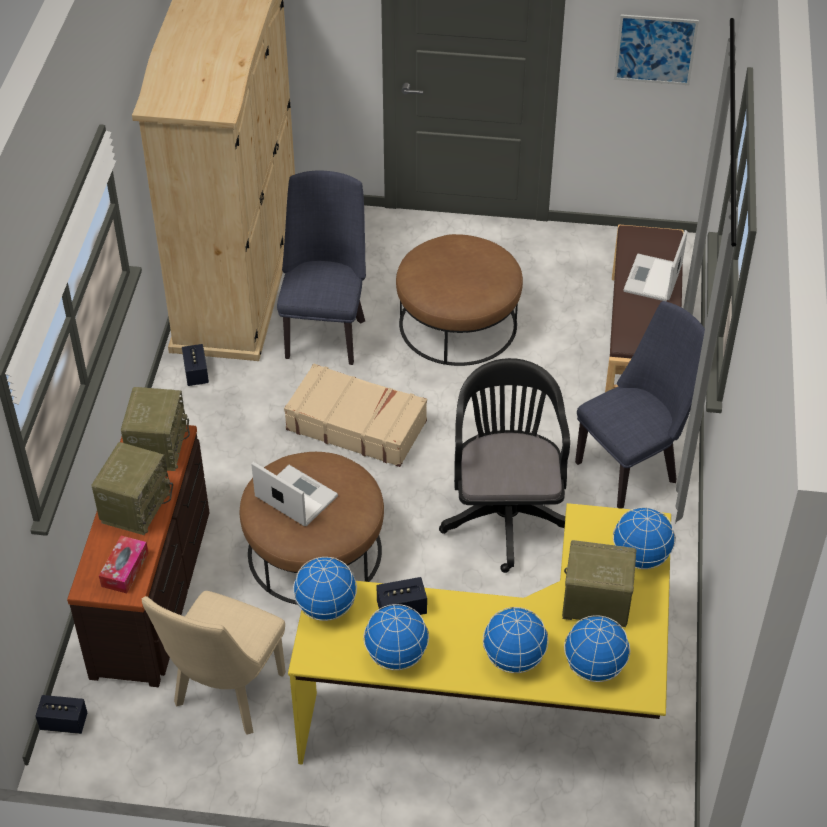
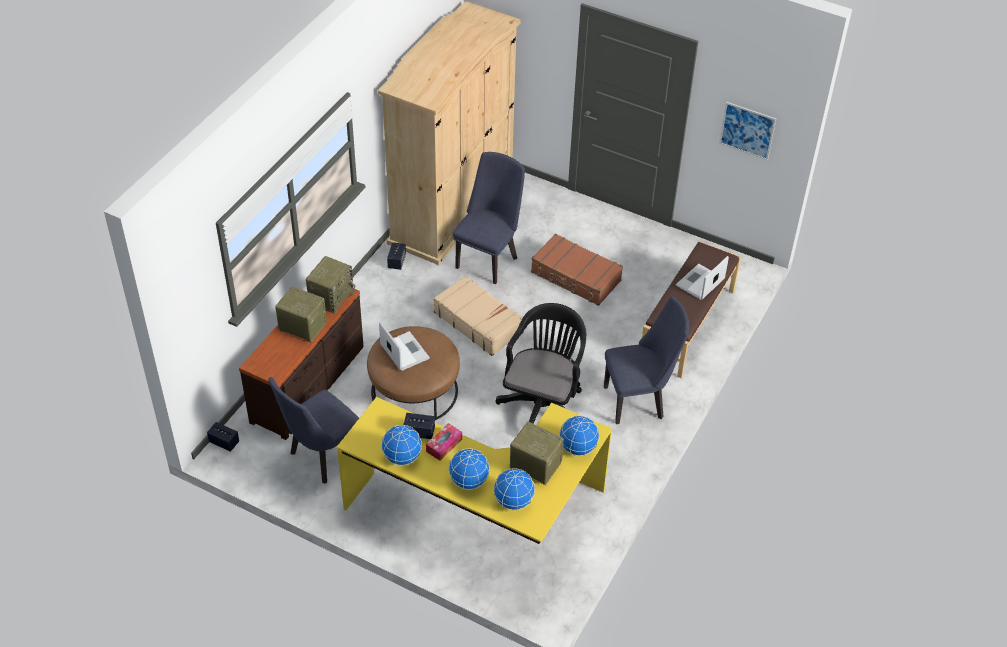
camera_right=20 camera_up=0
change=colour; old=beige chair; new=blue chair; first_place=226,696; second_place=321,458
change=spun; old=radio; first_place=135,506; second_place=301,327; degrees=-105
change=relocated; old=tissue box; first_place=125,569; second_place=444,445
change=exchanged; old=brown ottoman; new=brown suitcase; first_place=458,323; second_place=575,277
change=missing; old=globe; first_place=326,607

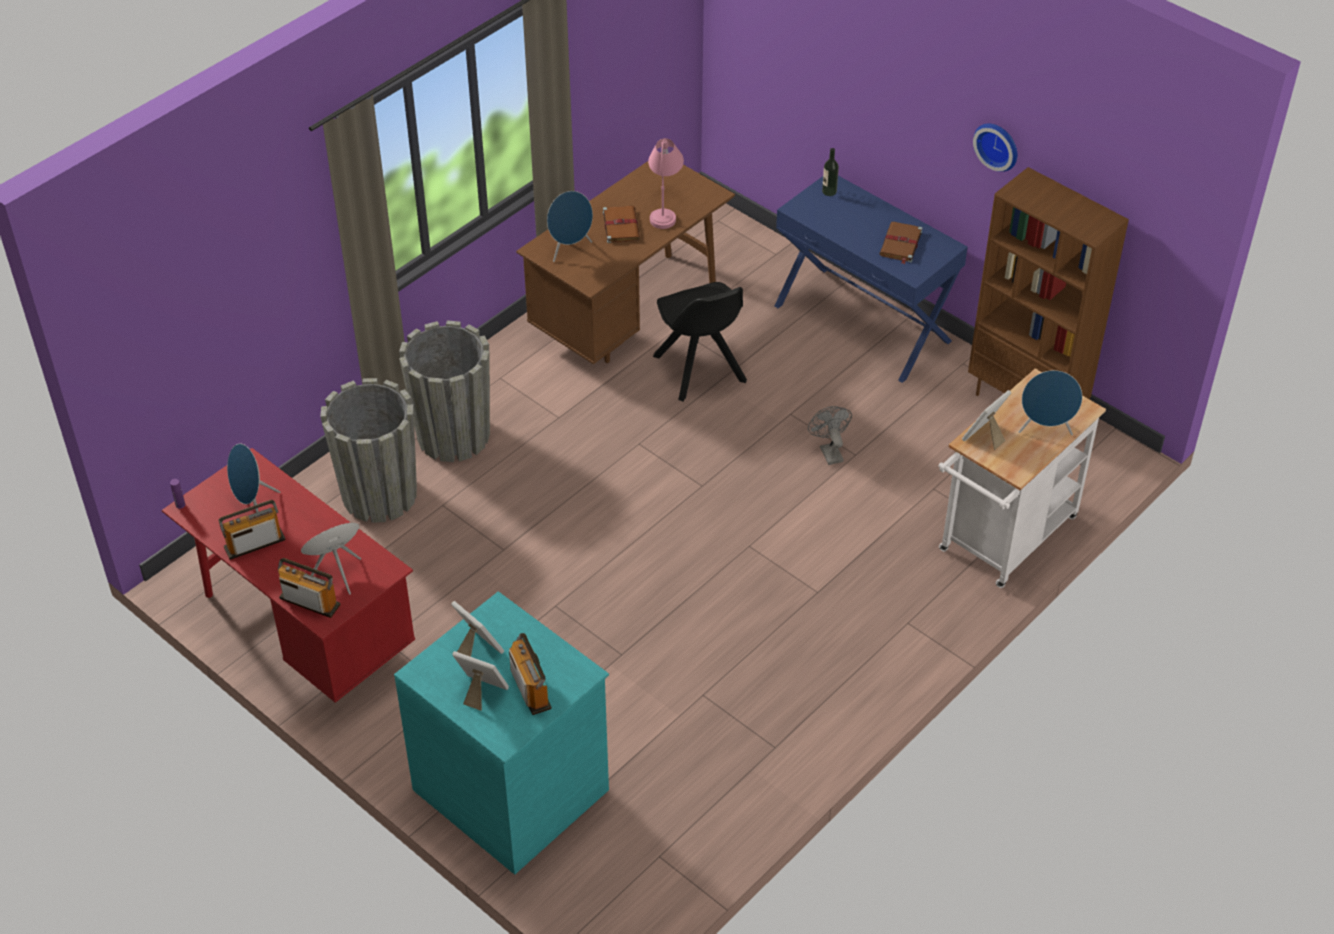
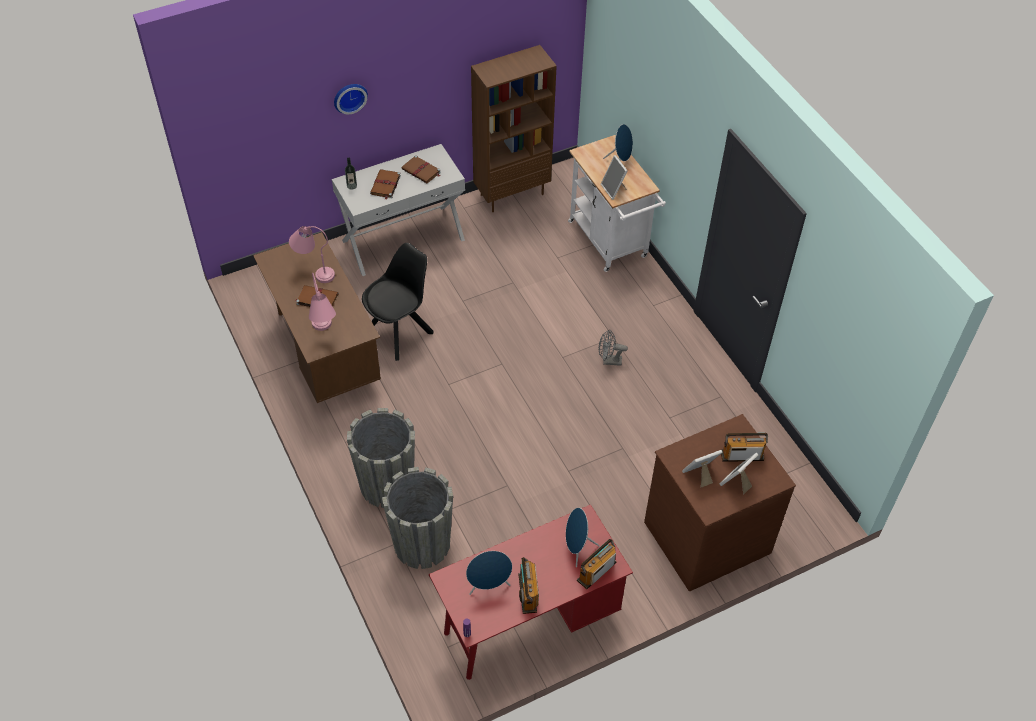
camera_right=-70 camera_up=5
change=exchanged; old=blue speaker; new=pink table lamp; first_place=569,249; second_place=324,333
change=colour; old=blue console table; new=white console table; first_place=863,323; second_place=403,239
change=relocated; old=wall clock; first_place=998,145; second_place=349,97
change=spun; old=black chair; first_place=700,370; second_place=400,332; degrees=-45
change=appeared; new=brown book; second_place=385,185
change=relocated; old=grey fan; first_place=829,451; second_place=609,361
change=colour; old=turquoise dresser; new=brown dresser; first_place=513,788; second_place=706,535

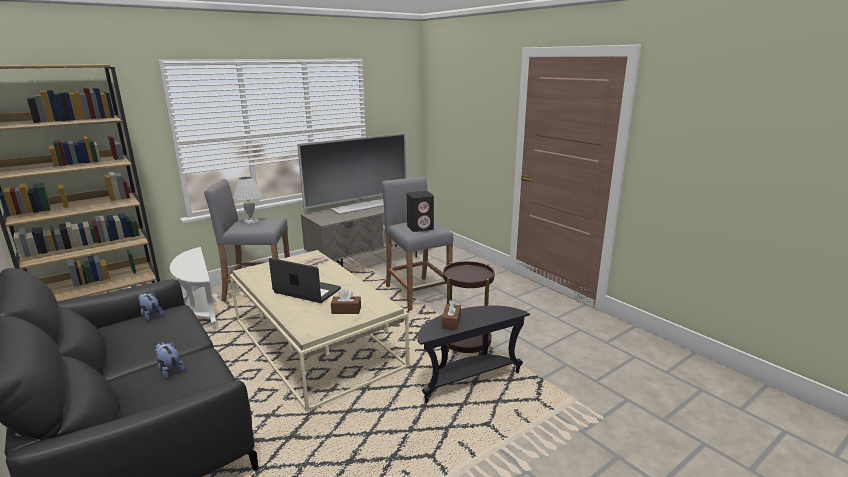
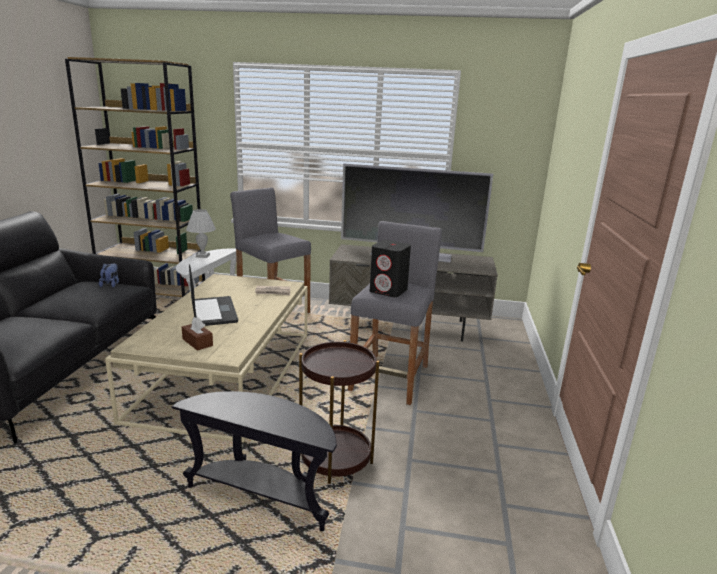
camera_right=45 camera_up=0
change=relocated; old=white table lamp; first_place=251,222; second_place=202,256
change=missing; old=plush toy; first_place=170,370
change=missing; old=brown tissue box; first_place=451,322

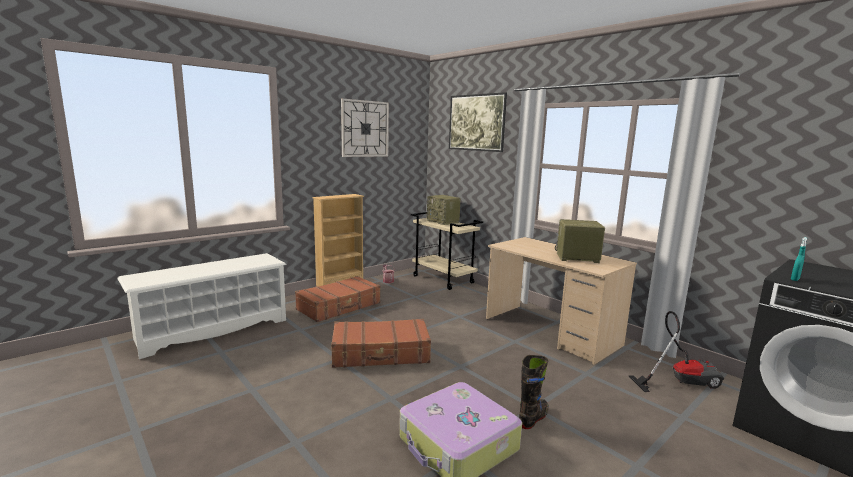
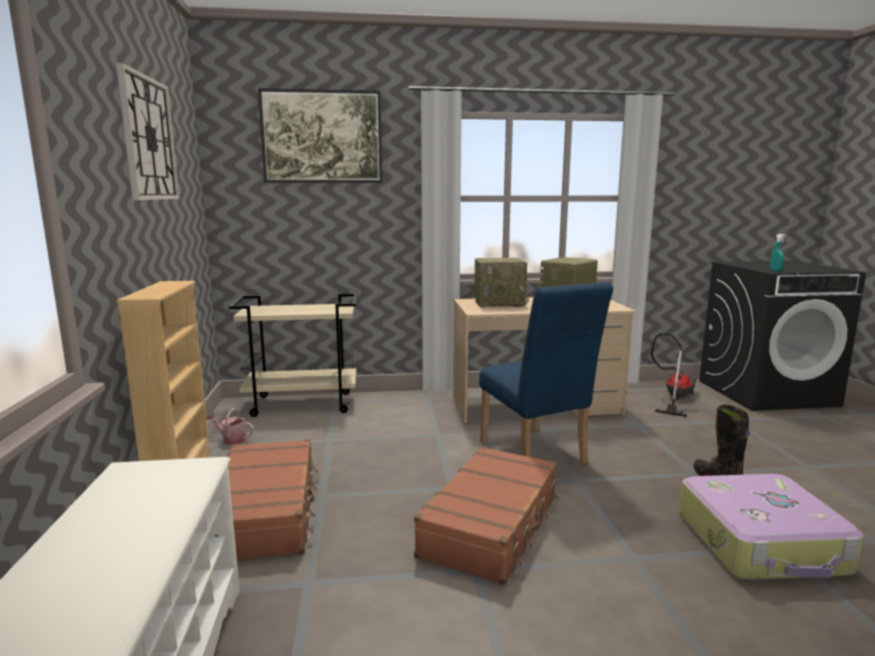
camera_right=-55 camera_up=0
change=relocated; old=radio; first_place=443,221; second_place=500,303
change=appeared; new=blue chair; second_place=536,455

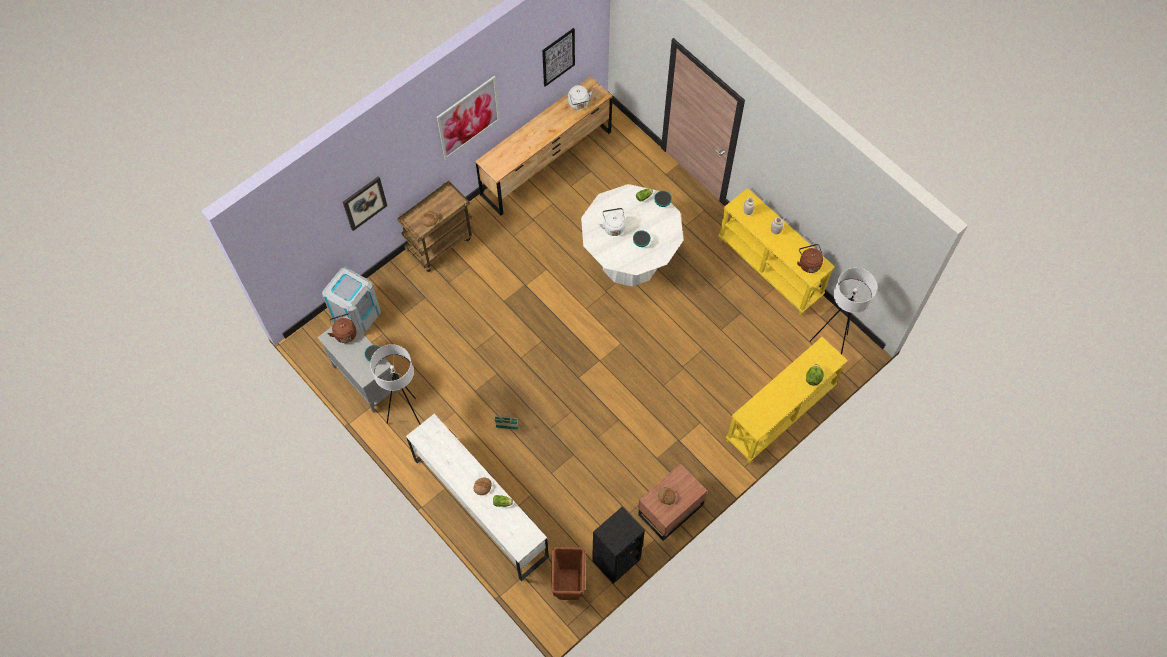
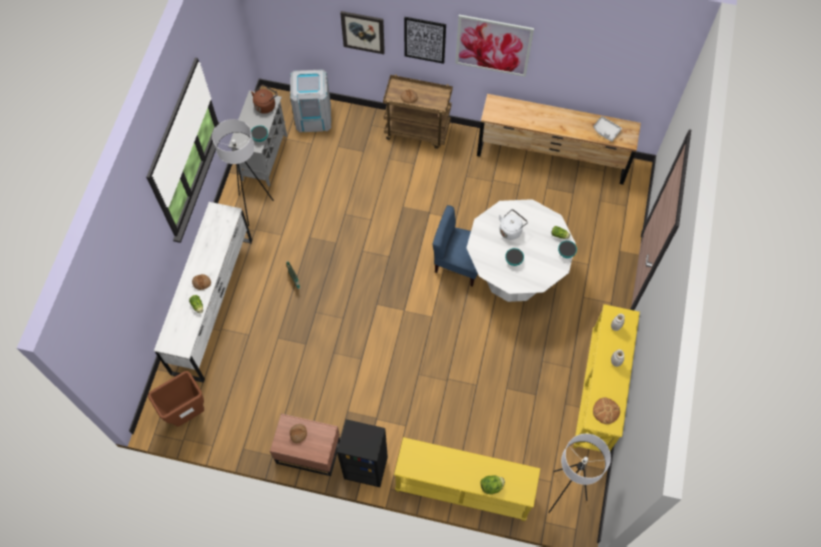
camera_right=55 camera_up=0
change=relocated; old=black bookcase; first_place=616,560; second_place=365,468
change=relocated; old=picture; first_place=558,57; second_place=424,40
change=appeared; new=blue chair; second_place=459,263
change=exchanged; old=white kettle; new=grey tray; first_place=579,103; second_place=606,131
change=exchanged; old=brown kettle; new=bread; first_place=808,263; second_place=606,411

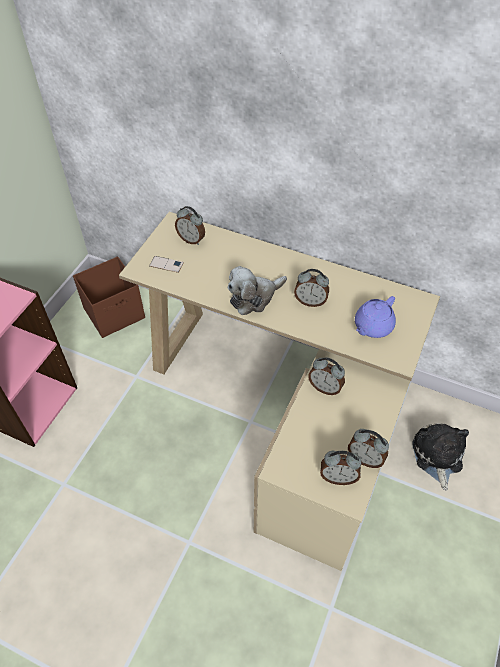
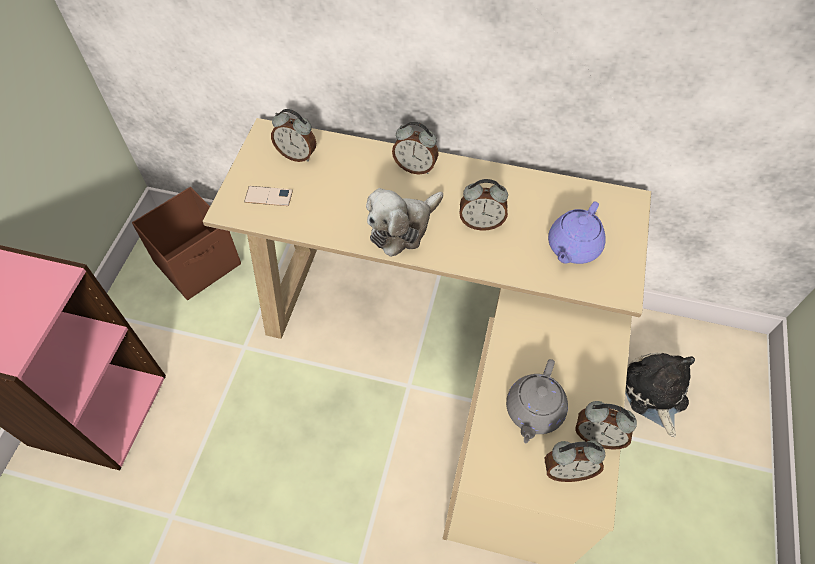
camera_right=-10 camera_up=5
change=relocated; old=alarm clock; first_place=325,387; second_place=415,167
change=appeared; new=grey teapot; second_place=533,411

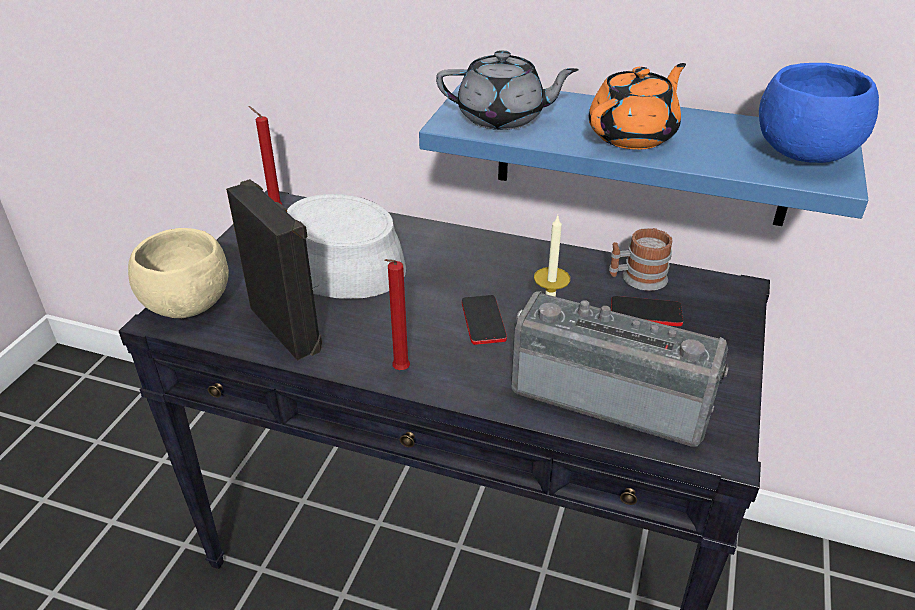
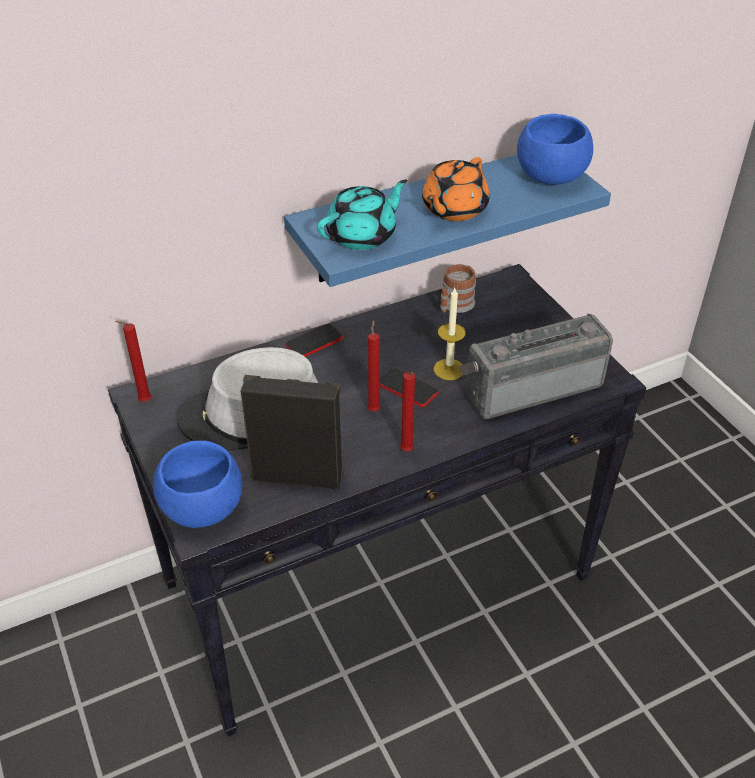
camera_right=-45 camera_up=5
change=colour; old=beige bowl; new=blue bowl; first_place=188,306; second_place=203,509
change=relocated; old=phone; first_place=645,313; second_place=314,342
change=colour; old=grey teapot; new=turquoise teapot; first_place=502,118; second_place=363,236
change=appeared; new=red candle; second_place=374,409
change=spun; old=orange teapot; first_place=633,135; second_place=453,209; degrees=-150

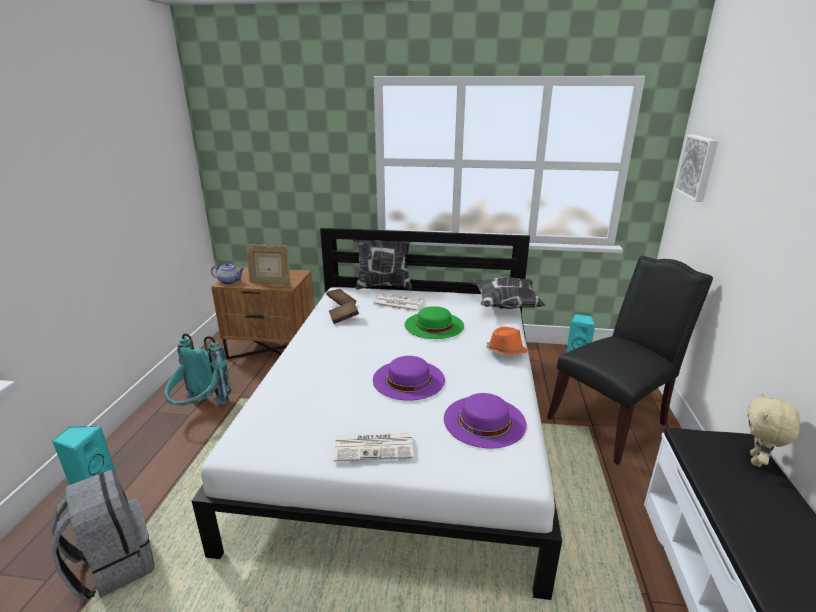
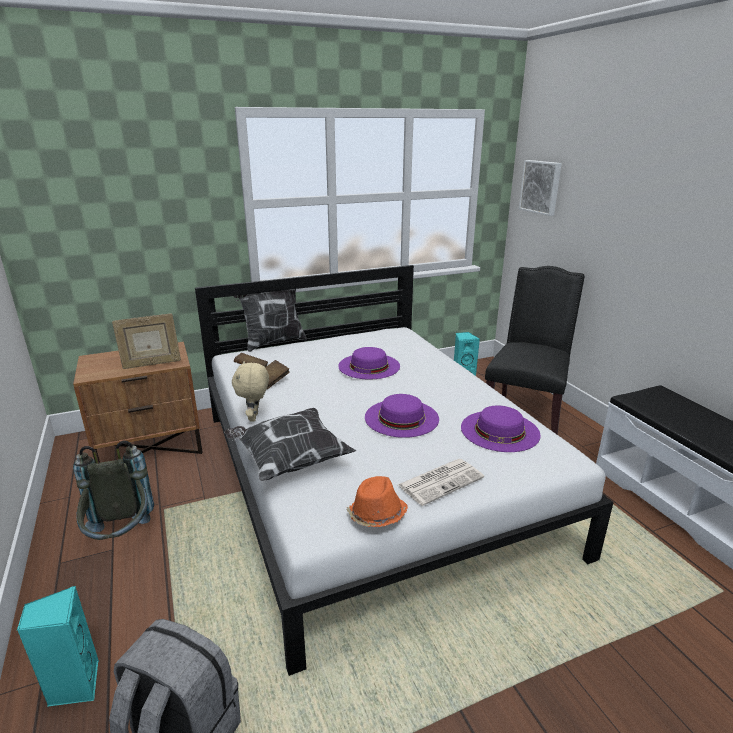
camera_right=-30 camera_up=0
change=colour; old=turquoise backpack; new=grey backpack; first_place=200,410; second_place=121,539
change=relocated; old=pillow; first_place=504,306; second_place=289,460
change=relocated; old=beige plush toy; first_place=757,461; second_place=255,417
change=colour; old=green hat; new=purple hat; first_place=434,325; second_place=369,366
change=relocated; old=orange hat; first_place=505,352; second_place=376,515
change=missing; old=teapot; first_place=230,282
change=missing; old=newspaper; first_place=397,303

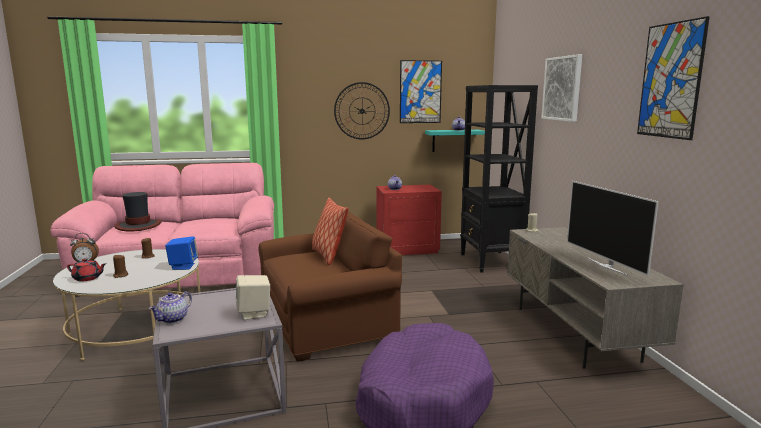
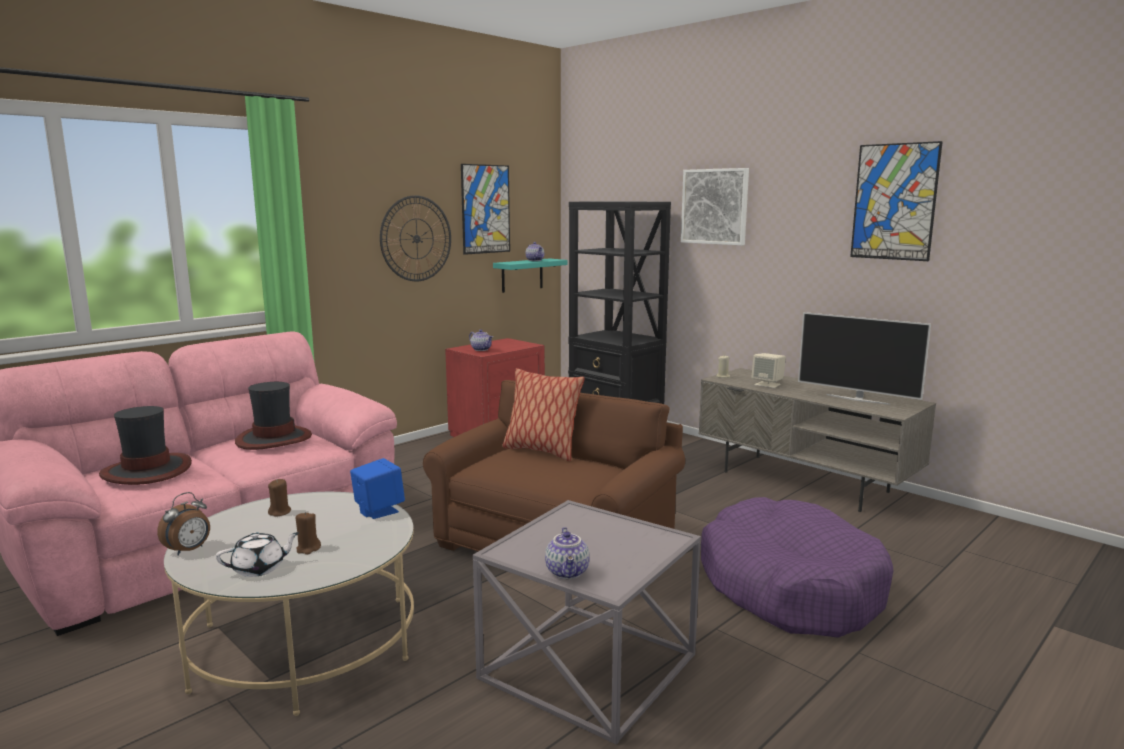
camera_right=-35 camera_up=0
change=colour; old=red teapot; new=white teapot; first_place=88,278; second_place=260,568
change=appeared; new=hat; second_place=273,439
change=relocated; old=beige speaker; first_place=254,313; second_place=768,384

